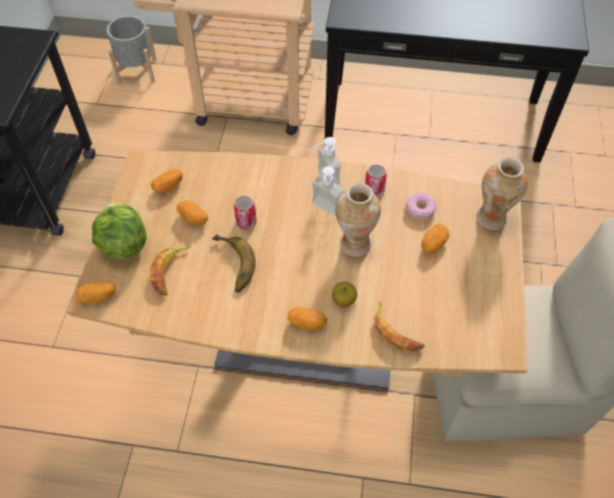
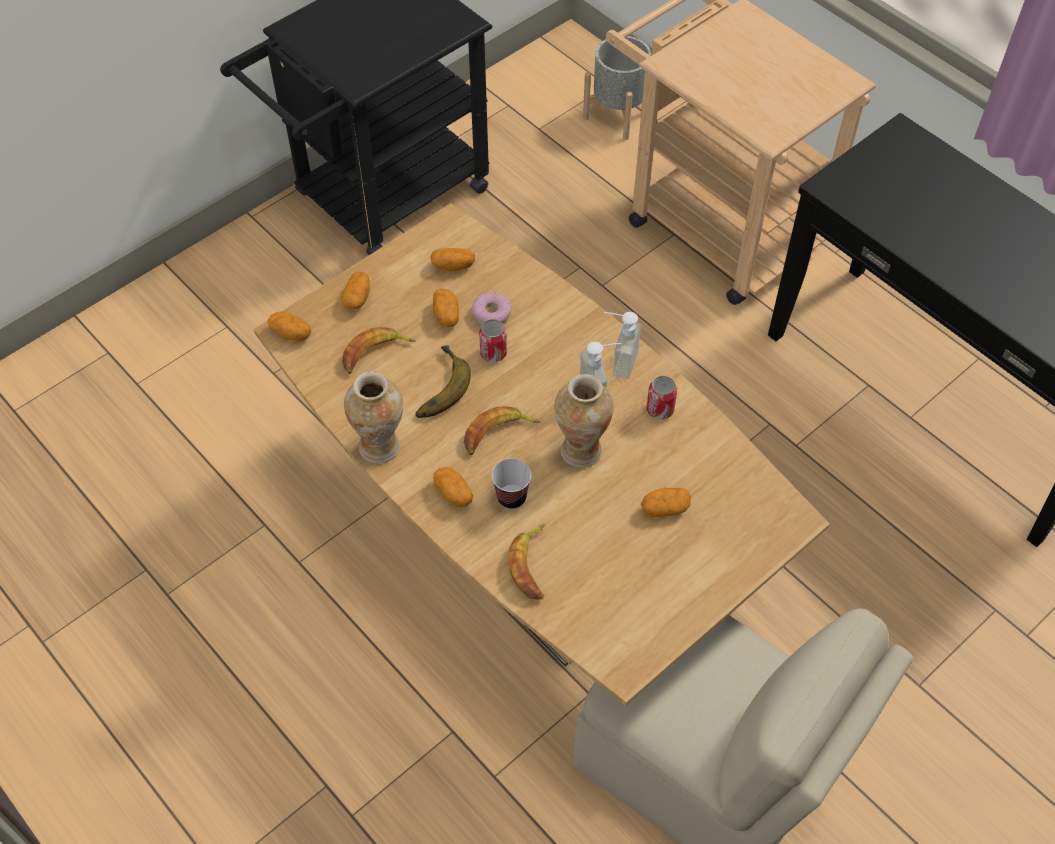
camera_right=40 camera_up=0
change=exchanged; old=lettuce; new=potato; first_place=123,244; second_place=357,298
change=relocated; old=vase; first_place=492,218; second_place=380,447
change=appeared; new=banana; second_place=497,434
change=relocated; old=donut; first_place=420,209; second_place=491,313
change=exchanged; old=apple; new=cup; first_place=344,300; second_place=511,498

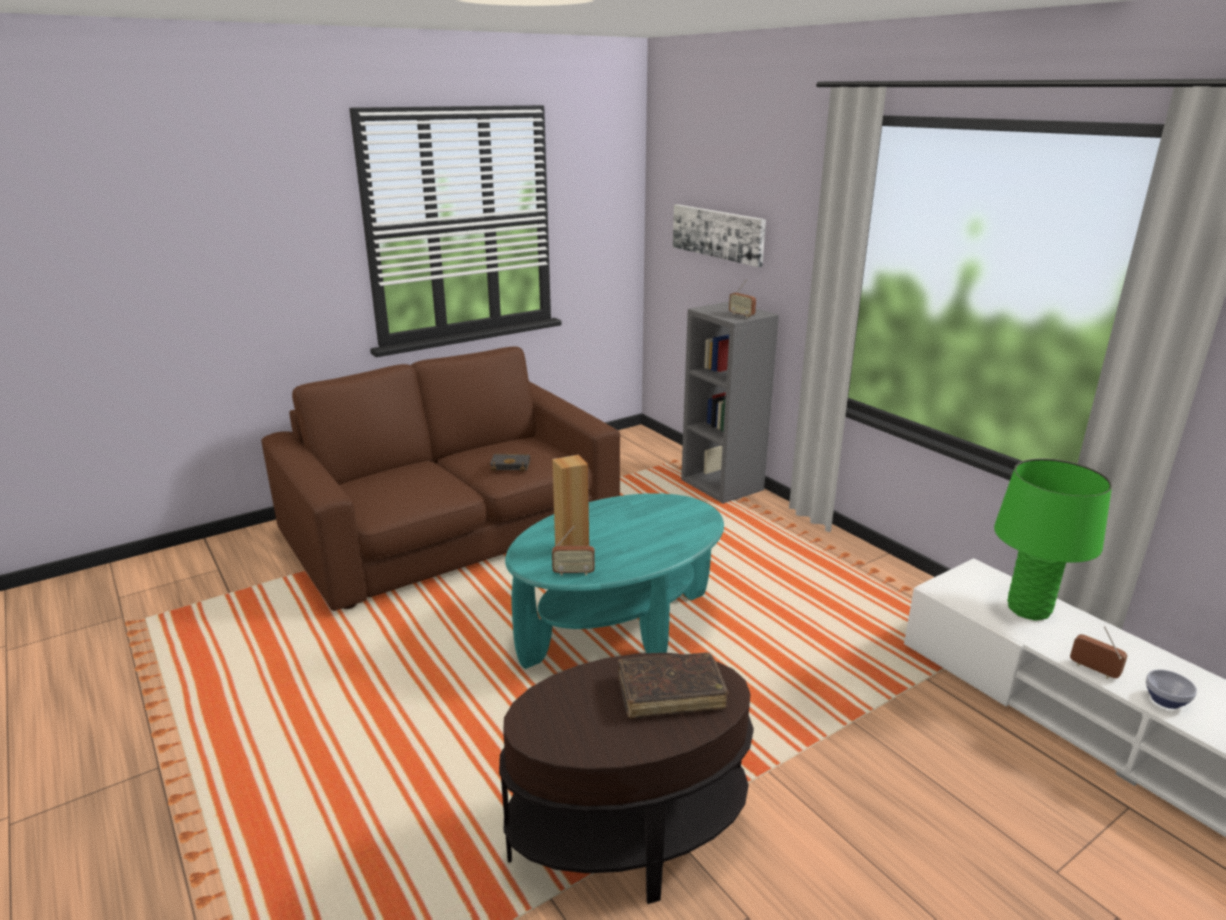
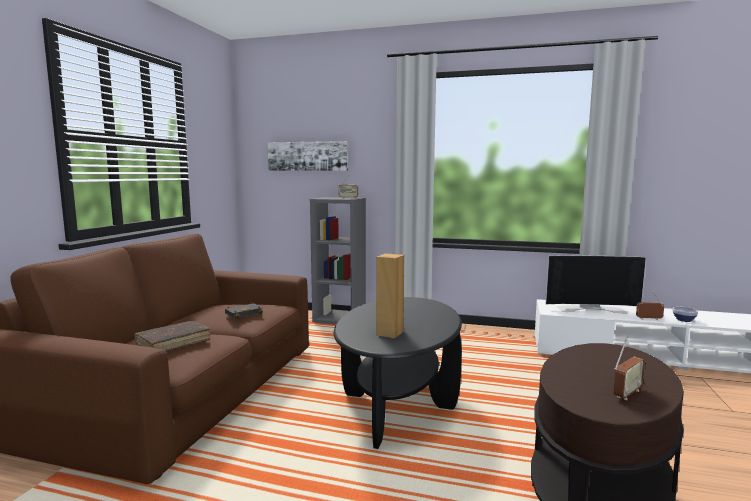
camera_right=-40 camera_up=-15
change=relocated; old=brown book; first_place=670,693; second_place=173,343
change=colour; old=turquoise coffee table; new=black coffee table; first_place=618,629; second_place=398,402
change=exchanged; old=green table lamp; new=television; first_place=1028,610; second_place=590,308
change=relocated; old=radio; first_place=573,572; second_place=627,393

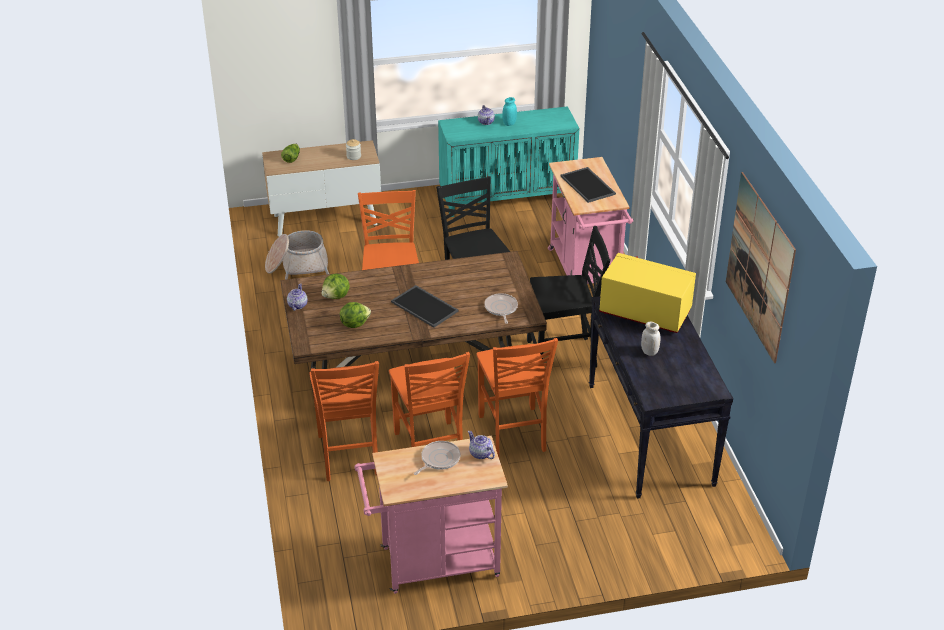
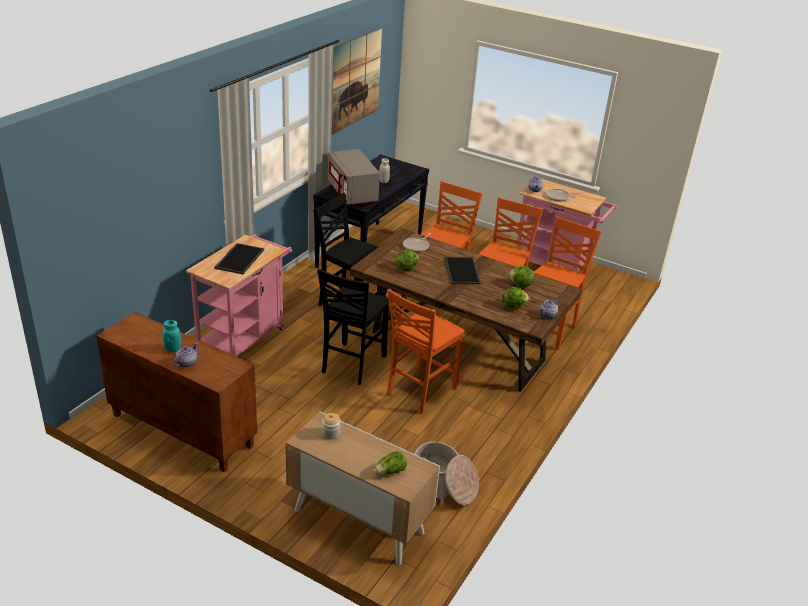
camera_right=-140 camera_up=-5
change=colour; old=turquoise cabinet; new=brown cabinet; first_place=507,199; second_place=181,430
change=colour; old=yellow microwave; new=grey microwave; first_place=644,313; second_place=353,193
change=appeared; new=lettuce; second_place=406,268

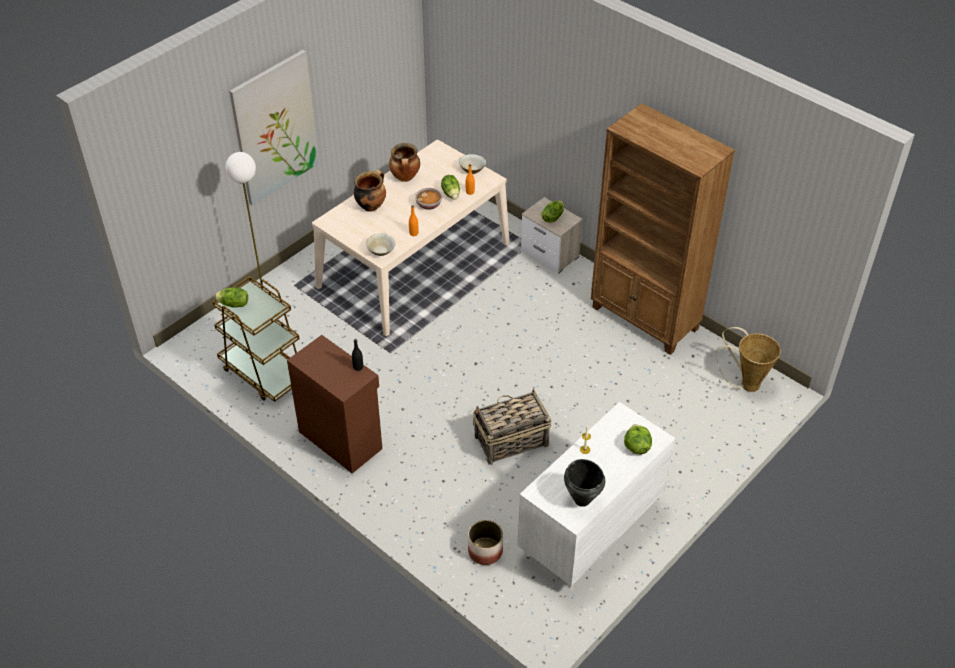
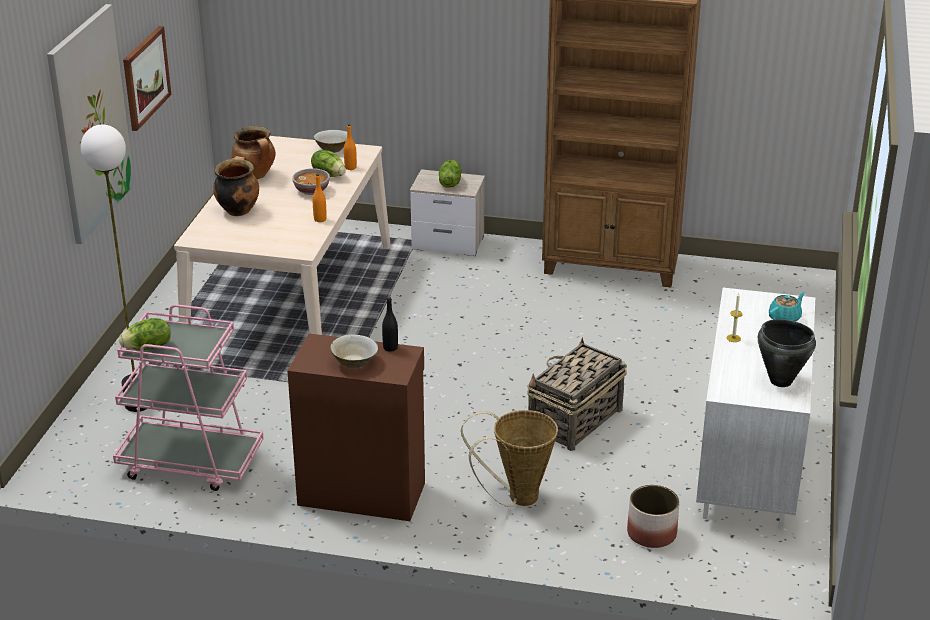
camera_right=-30 camera_up=-15
change=colour; old=brown cart; new=pink cart; first_place=264,373; second_place=190,462
change=appeared; new=picture; second_place=145,77
change=relocated; old=beige bowl; first_place=381,251; second_place=355,362
change=relocated; old=basket; first_place=745,384; second_place=516,498
change=exchanged; old=lettuce; new=turquoise teapot; first_place=636,447; second_place=785,318

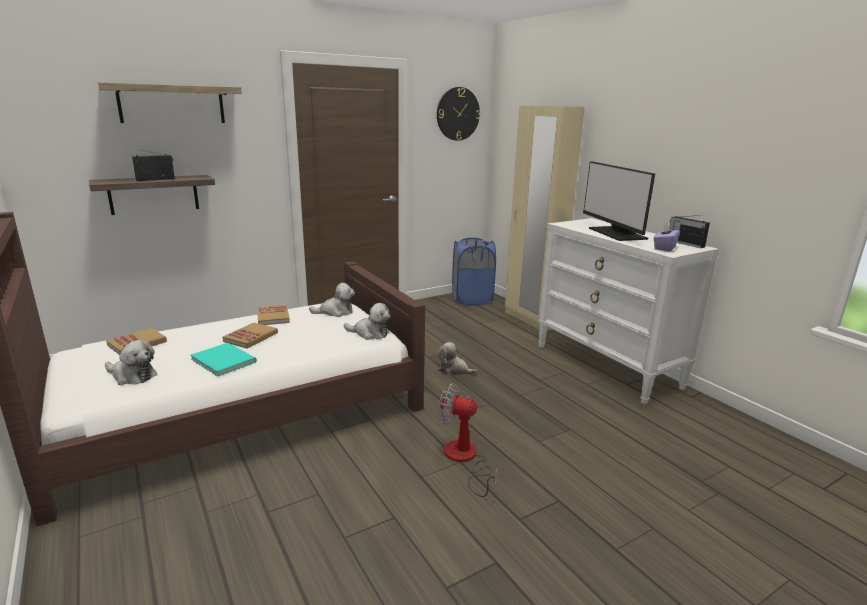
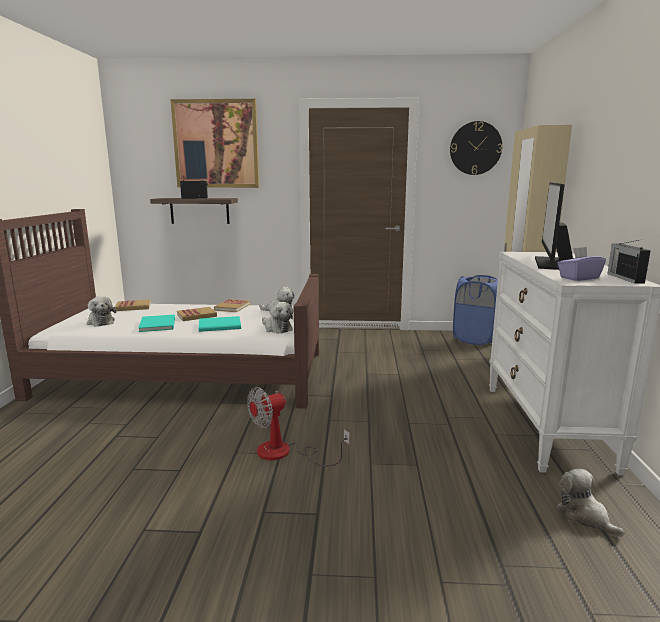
camera_right=35 camera_up=-5
change=exchanged; old=shelf; new=picture; first_place=172,104; second_place=216,144
change=appeared; new=turquoise book; second_place=221,326
change=spun; old=fan; first_place=464,459; second_place=285,453; degrees=-90
change=relocated; old=plush toy; first_place=454,370; second_place=585,516

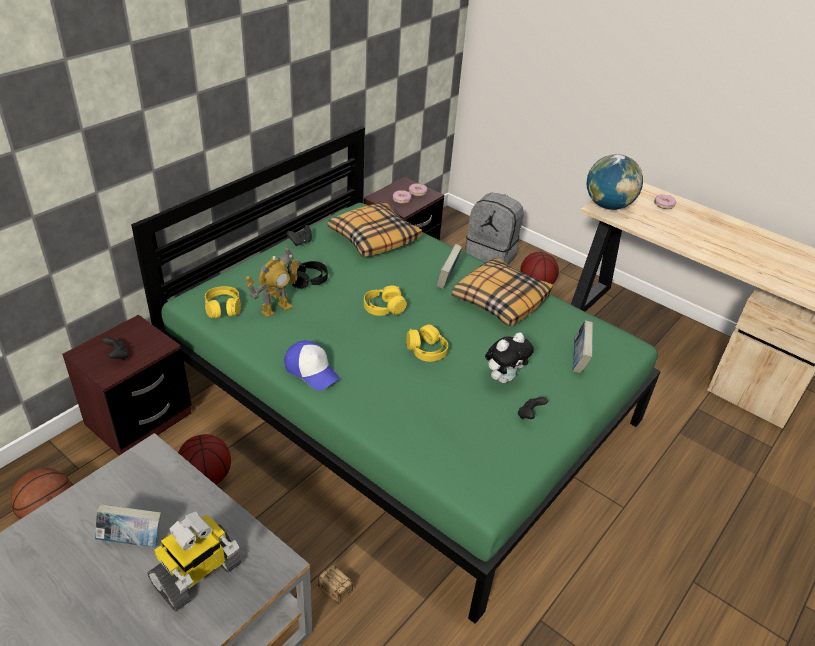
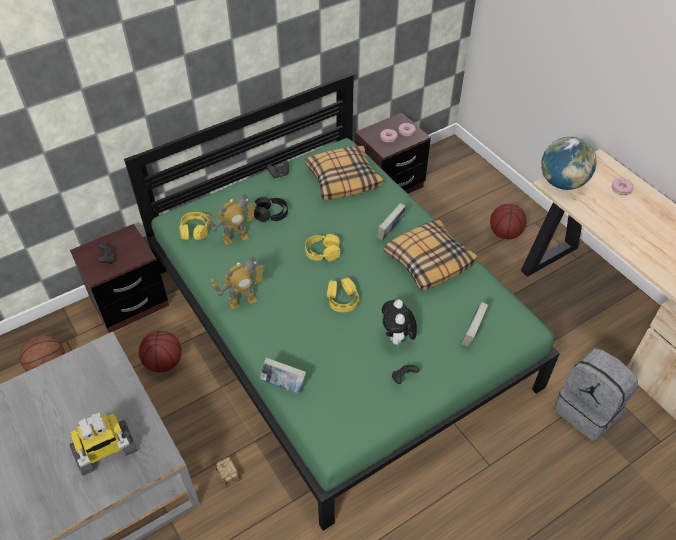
camera_right=20 camera_up=10
change=exchanged; old=cap; new=toy robot; first_place=312,370; second_place=242,301
change=relocated; old=book; first_place=132,540; second_place=283,385
change=spun; old=plush toy; first_place=504,378; second_place=397,338; degrees=105
change=relocated; old=grey backpack; first_place=491,256; second_place=588,410

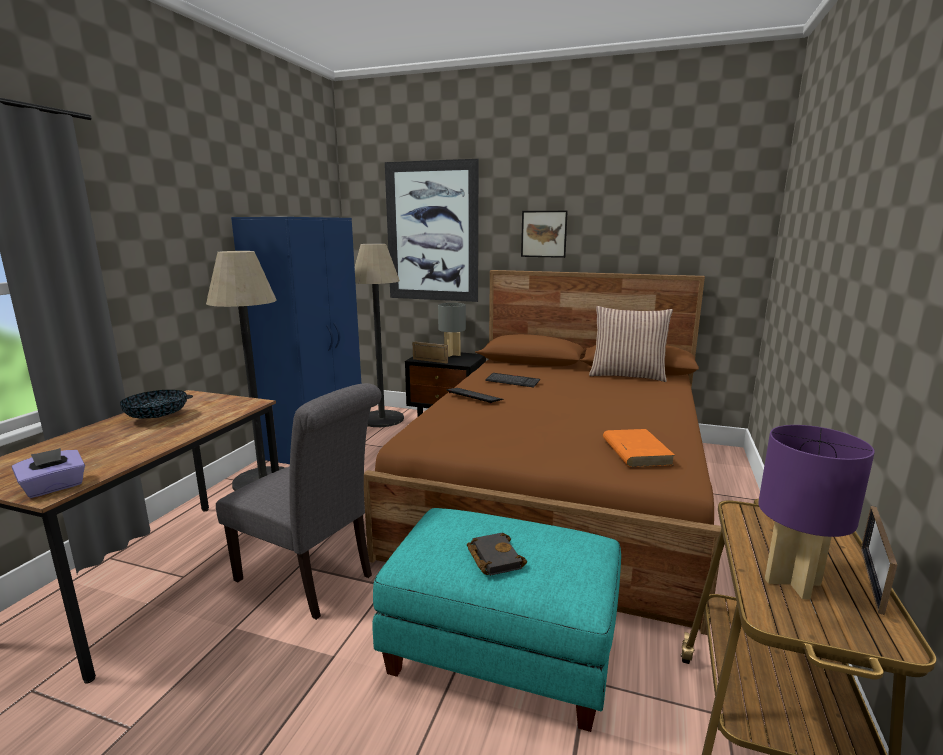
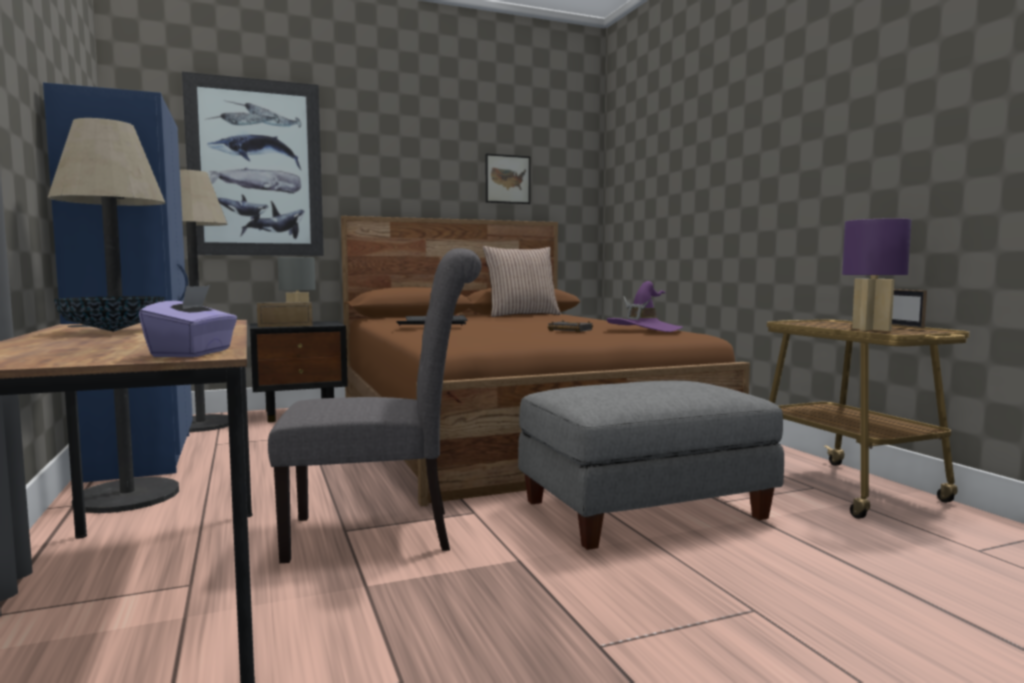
camera_right=-40 camera_up=-10
change=relocated; old=picture; first_place=543,234; second_place=507,179
change=colour; old=turquoise ottoman; new=grey ottoman; first_place=503,649; second_place=644,509
change=relocated; old=black book; first_place=493,557; second_place=568,330
change=exchanged; old=orange book; new=purple hat; first_place=636,451; second_place=644,329

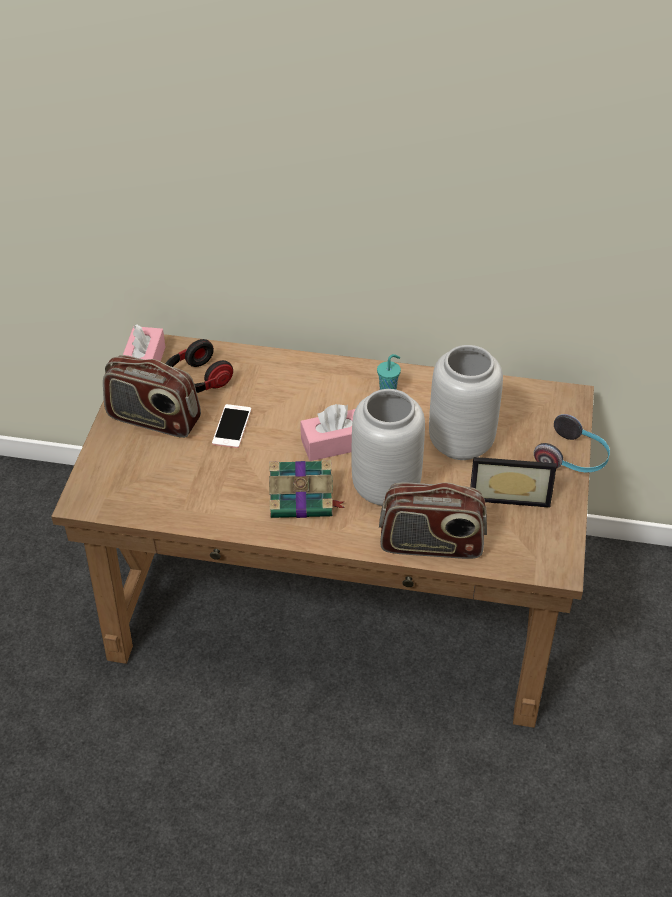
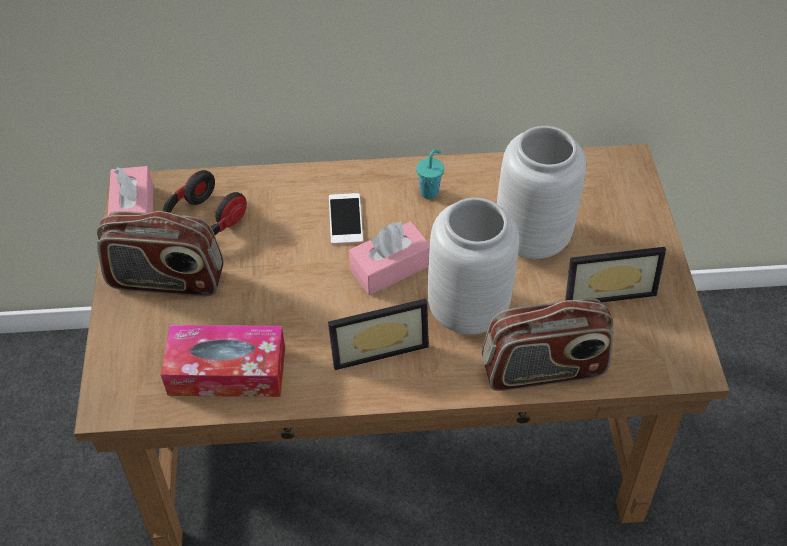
camera_right=-15 camera_up=5
change=appeared; new=tissue box; second_place=227,371
change=exchanged; old=book; new=picture frame; first_place=303,499; second_place=377,344
change=relocated; old=phone; first_place=232,426; second_place=345,219
change=missing; old=headphones; first_place=573,458

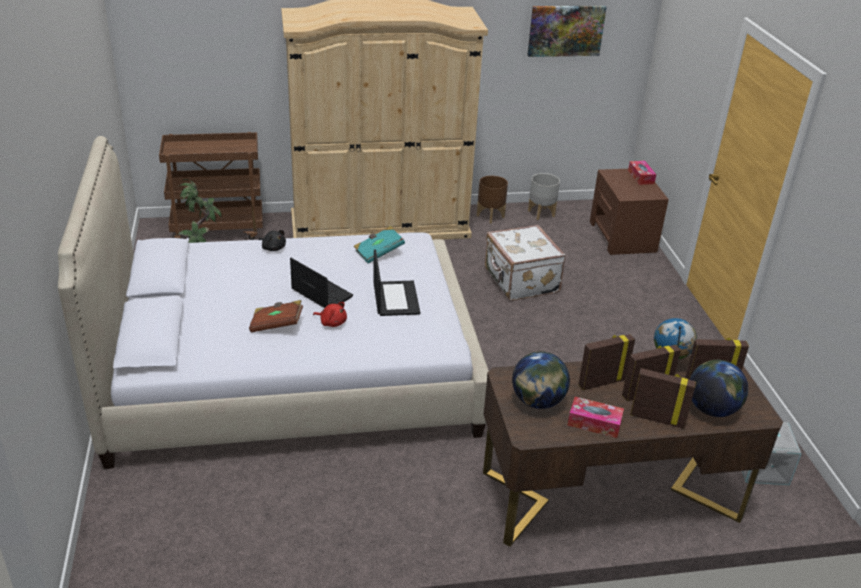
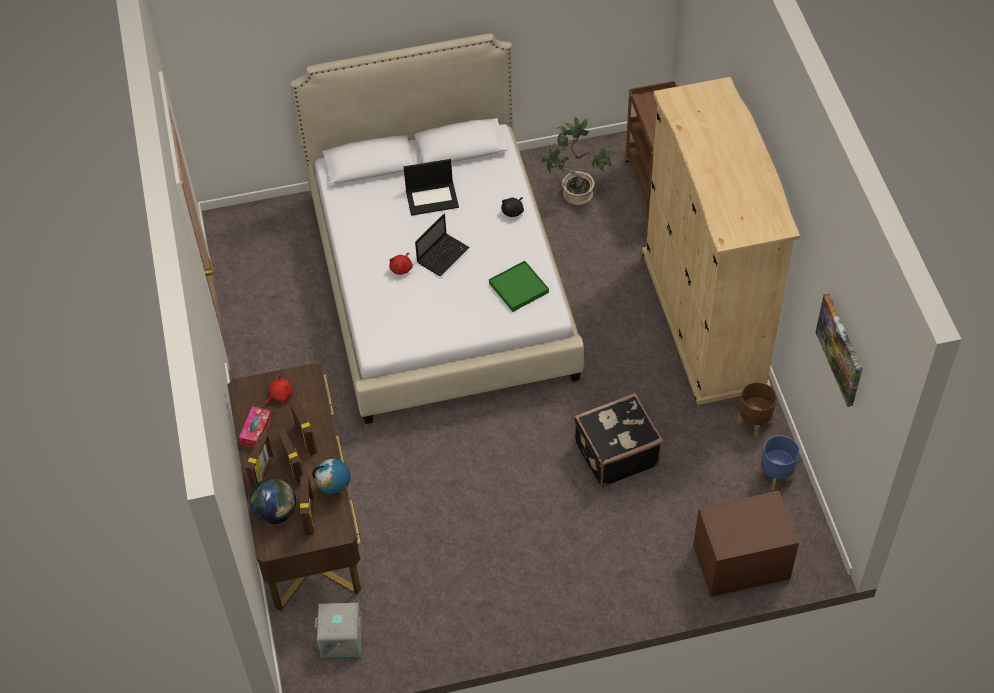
camera_right=90 camera_up=20
change=exchanged; old=globe; new=red plush toy; first_place=537,401; second_place=280,395
change=relocated; old=laptop; first_place=395,298; second_place=432,198
change=exchanged; old=turquoise book; new=green tray; first_place=378,252; second_place=518,288
change=colour; old=white suitcase; new=black suitcase; first_place=520,281; second_place=615,453
change=colour; old=grey planter; new=blue planter; first_place=541,213; second_place=776,476
change=missing; old=brown book; first_place=276,325
change=missing; old=tissue box; first_place=641,177

